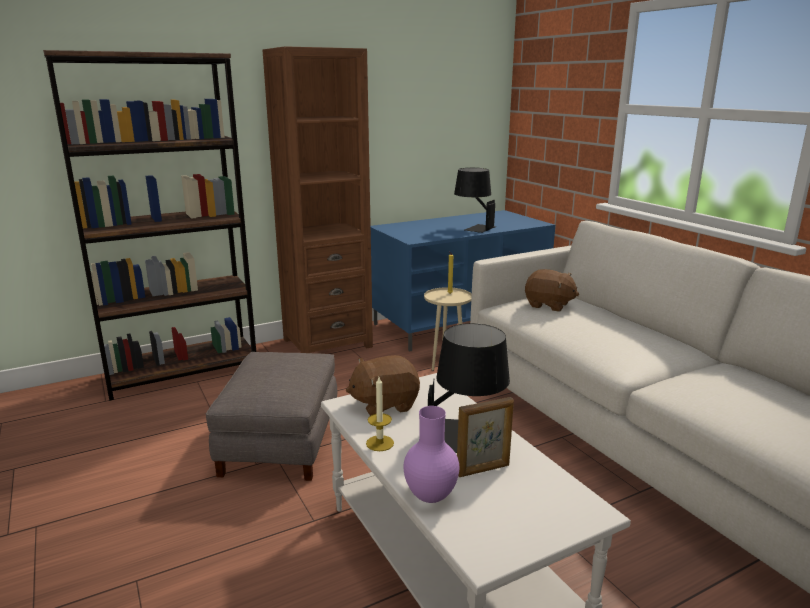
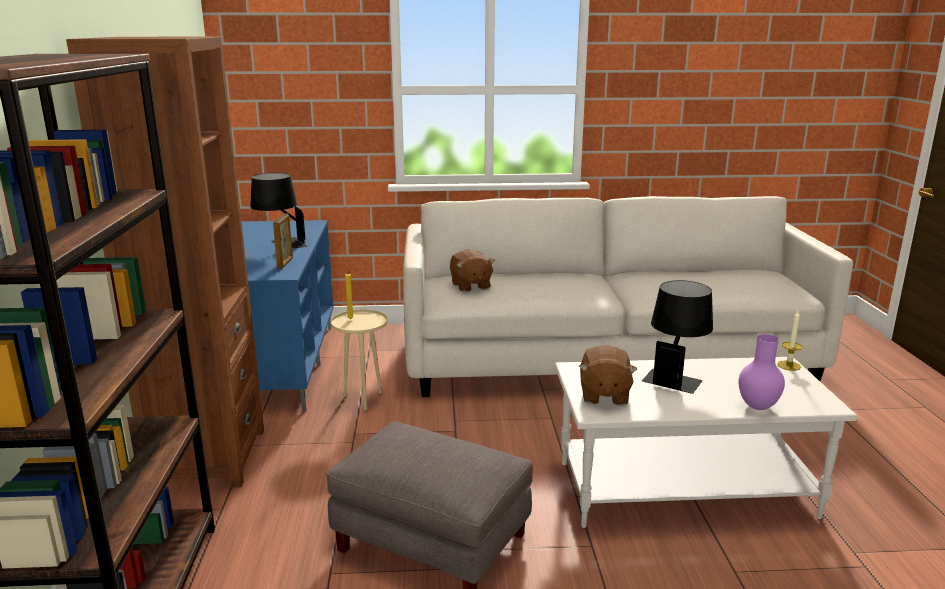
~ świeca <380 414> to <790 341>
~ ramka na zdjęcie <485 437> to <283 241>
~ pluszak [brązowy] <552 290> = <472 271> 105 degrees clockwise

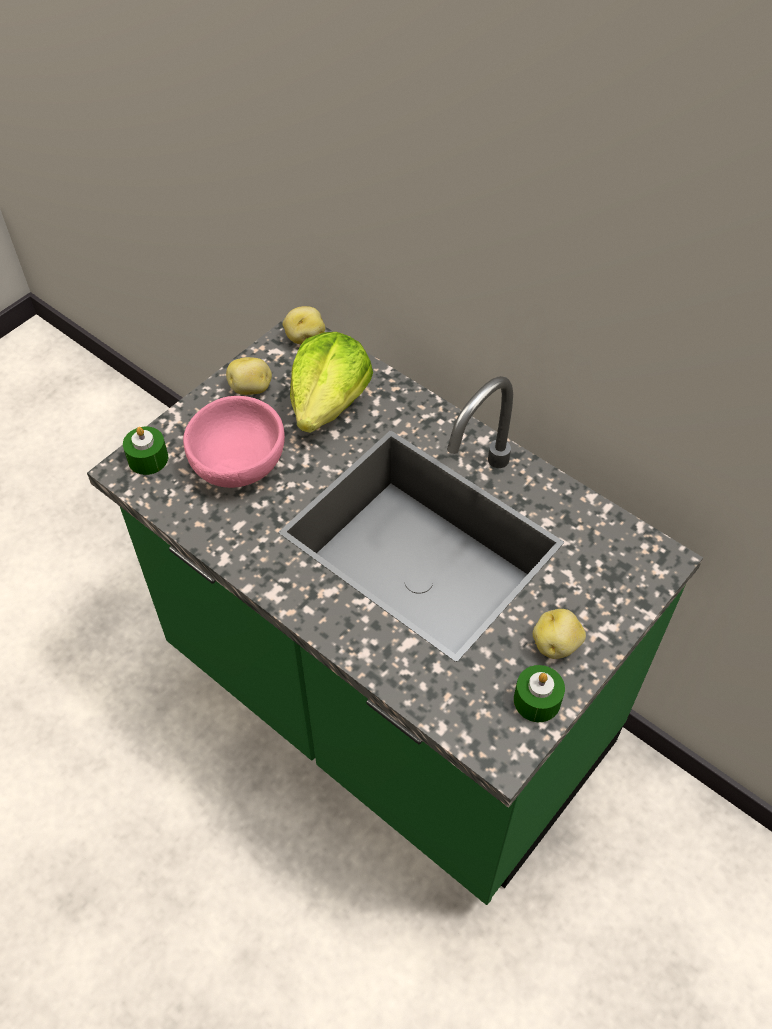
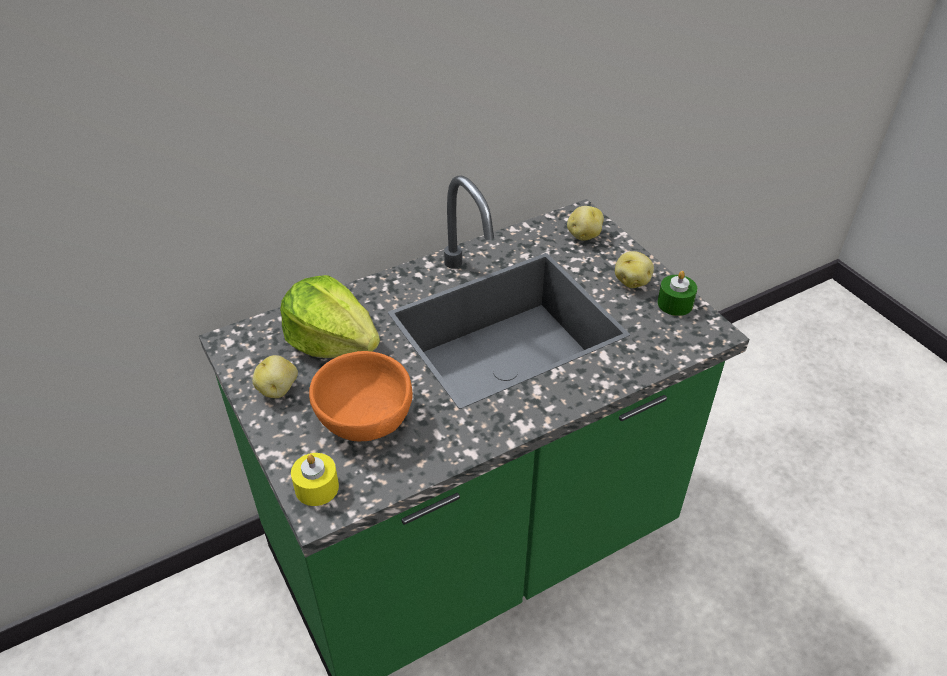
~ świeca [zielony] <145 451> to świeca [żółty] <315 479>
~ miska [różowy] <234 442> to miska [pomarańczowy] <361 396>
~ ziemniak <304 325> to <585 223>

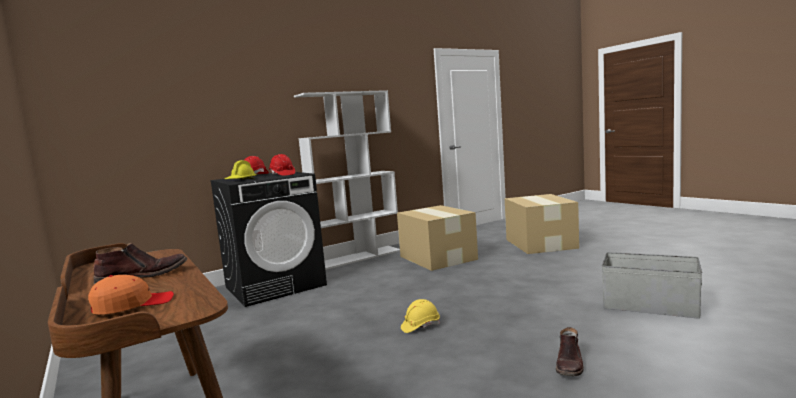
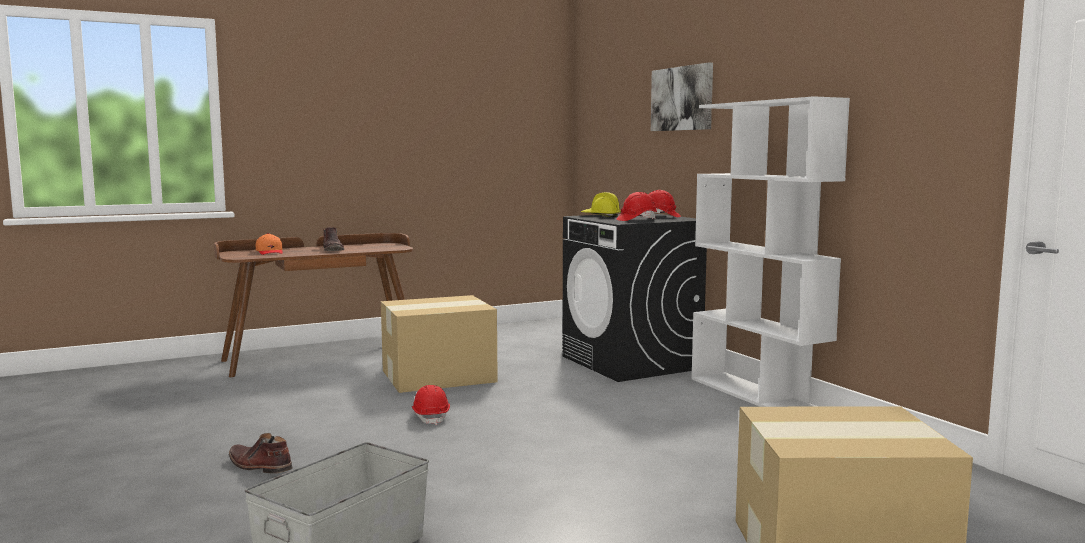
~ karton <437 238> to <439 344>
~ kask [żółty] <420 316> to kask [czerwony] <431 405>
+ obraz <682 96>

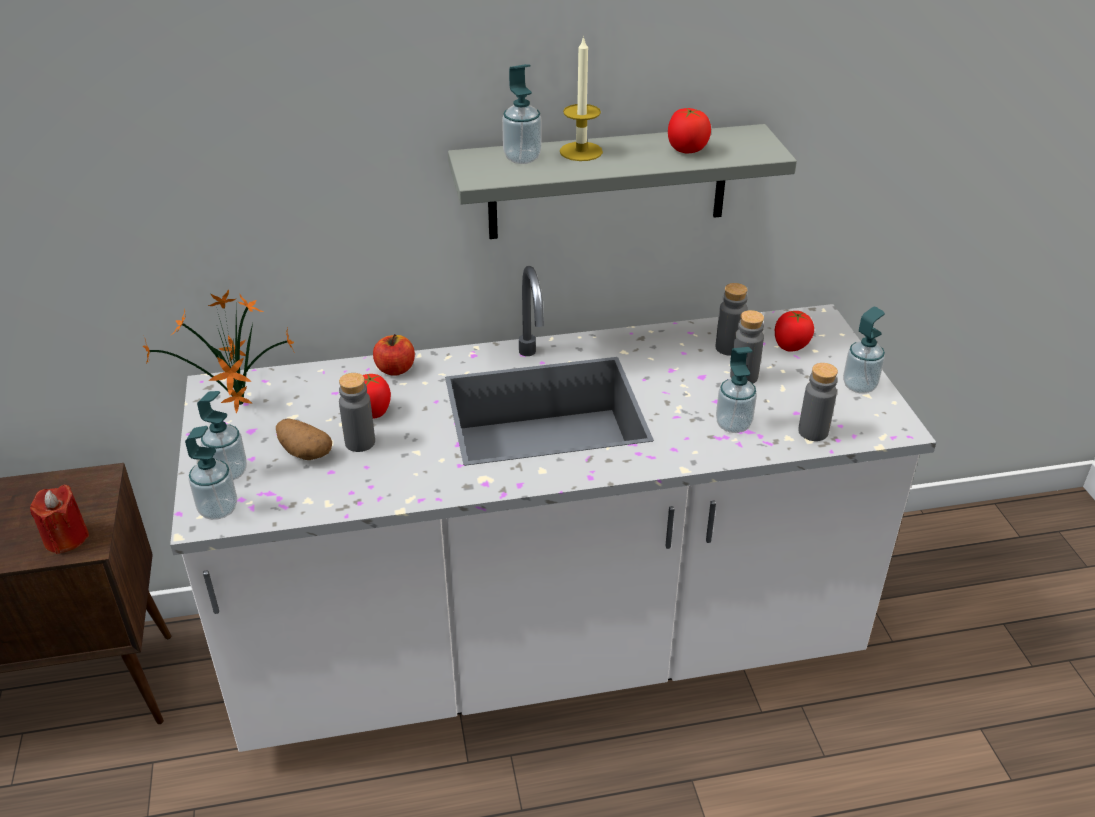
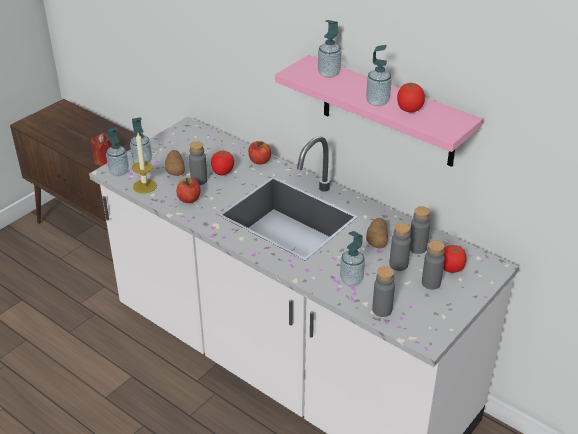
- roślina doniczkowa <220 352>
~ półka [szary] <622 181> to półka [różowy] <379 111>
~ świeca <581 98> to <144 163>
~ dozownik mydła <864 350> to <379 75>
+ jabłko <188 190>
+ ziemniak <377 233>
+ butelka [szary] <433 265>

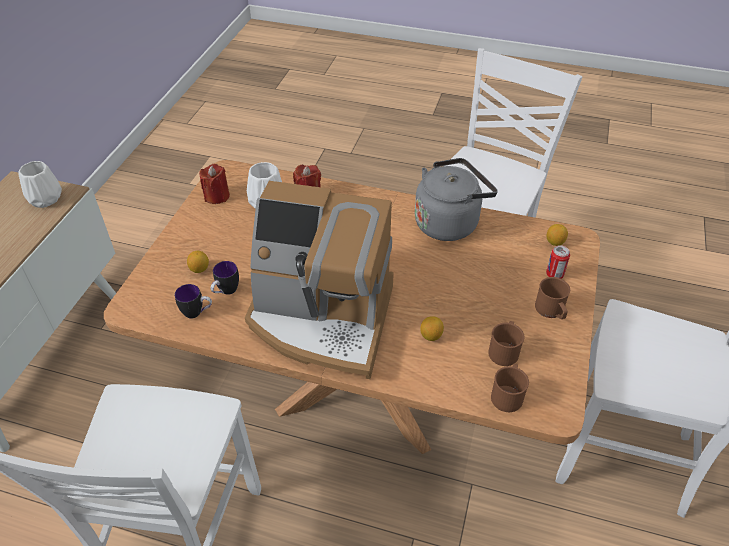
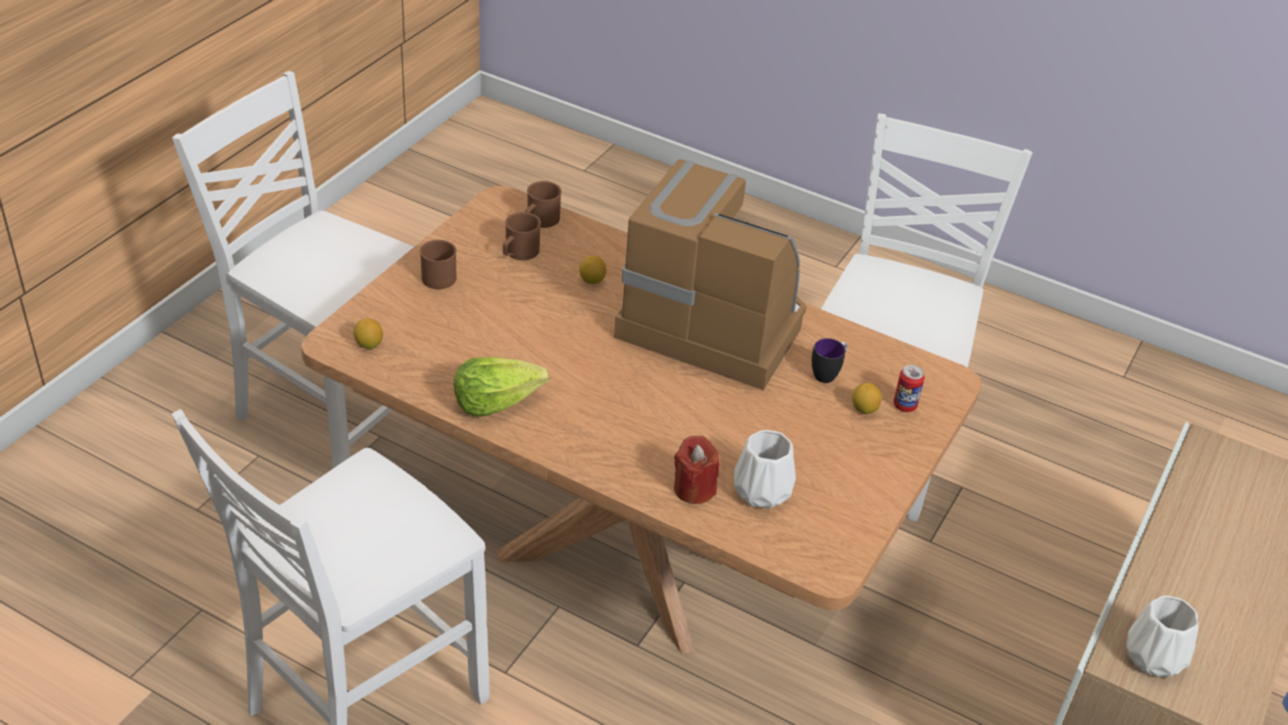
- kubek <193 301>
- świeca [czerwony] <214 184>
~ czajnik [szary] <456 199> to sałata <501 387>
~ puszka <558 262> to <909 388>

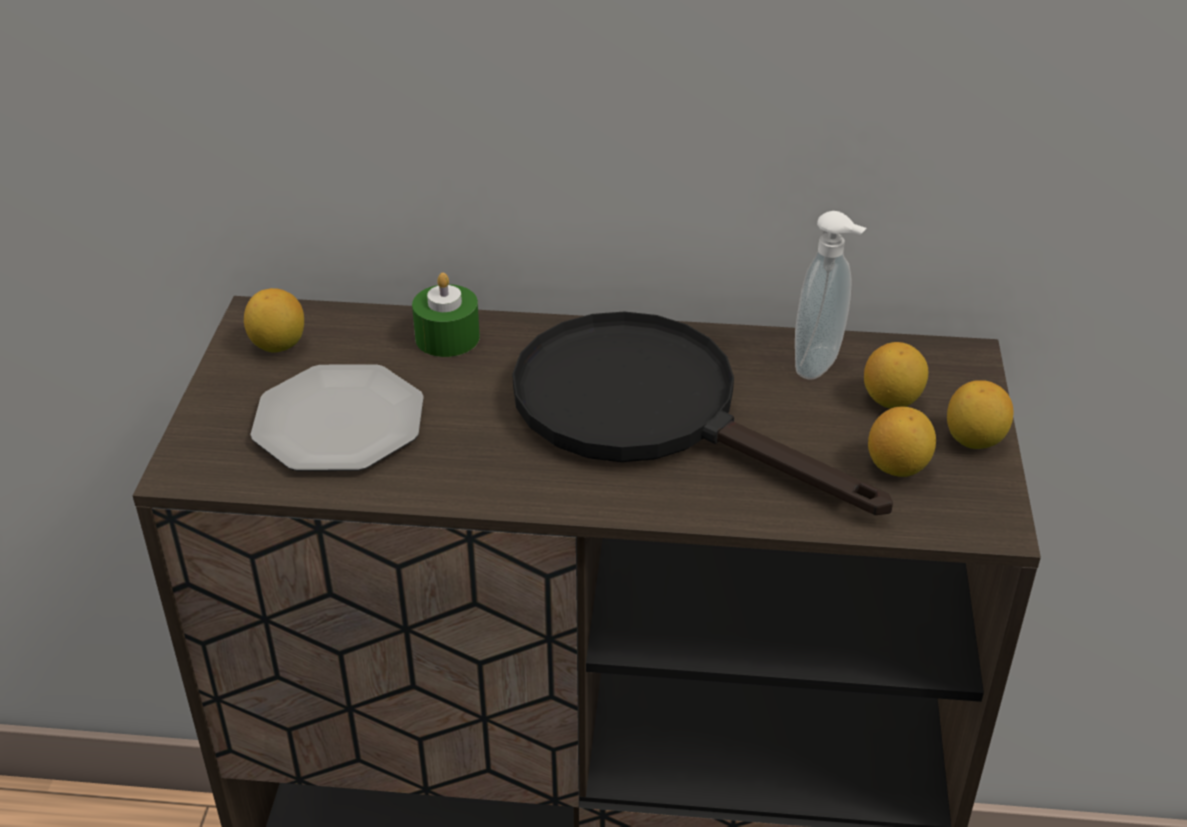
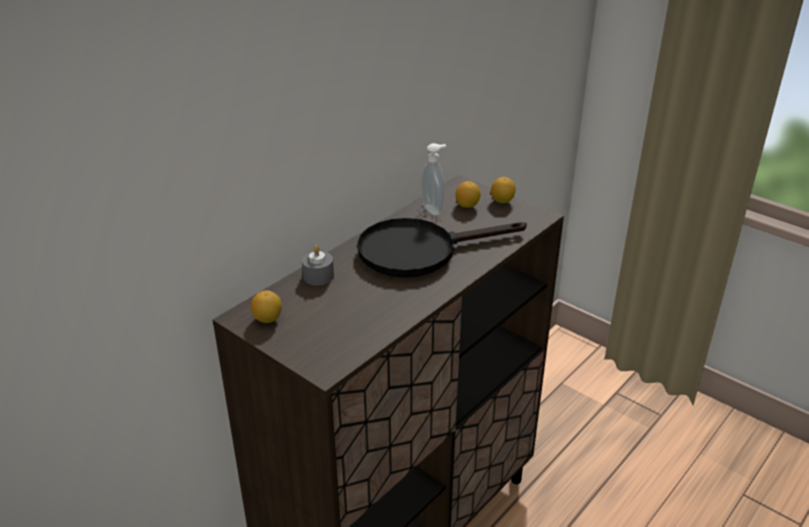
- talerz <337 417>
~ świeca [zielony] <446 315> to świeca [szary] <318 265>
- cytryna <902 441>

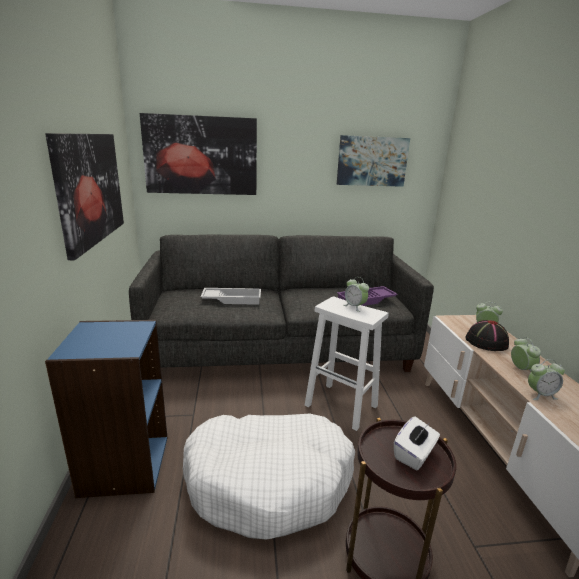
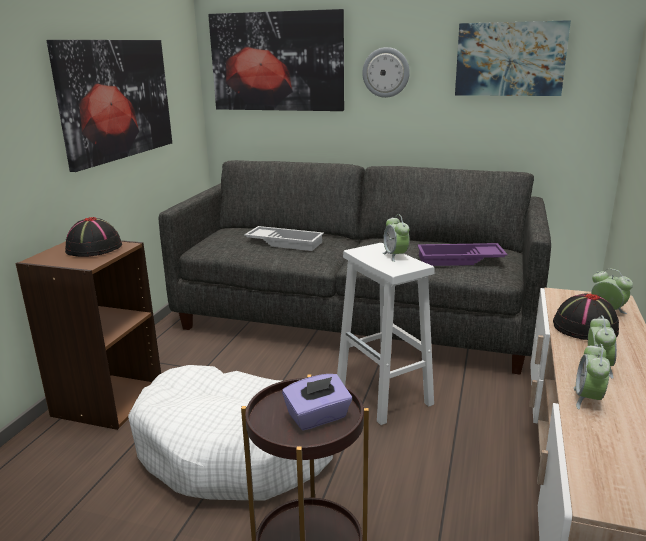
~ regał [niebieski] <106 409> to regał [brązowy] <88 335>
~ pudełko chusteczek [biały] <417 443> to pudełko chusteczek [fioletowy] <317 402>
~ budzik <546 379> = <592 376> 90 degrees clockwise
+ kapelusz [czarny] <93 237>
+ zegar ścienny <386 72>

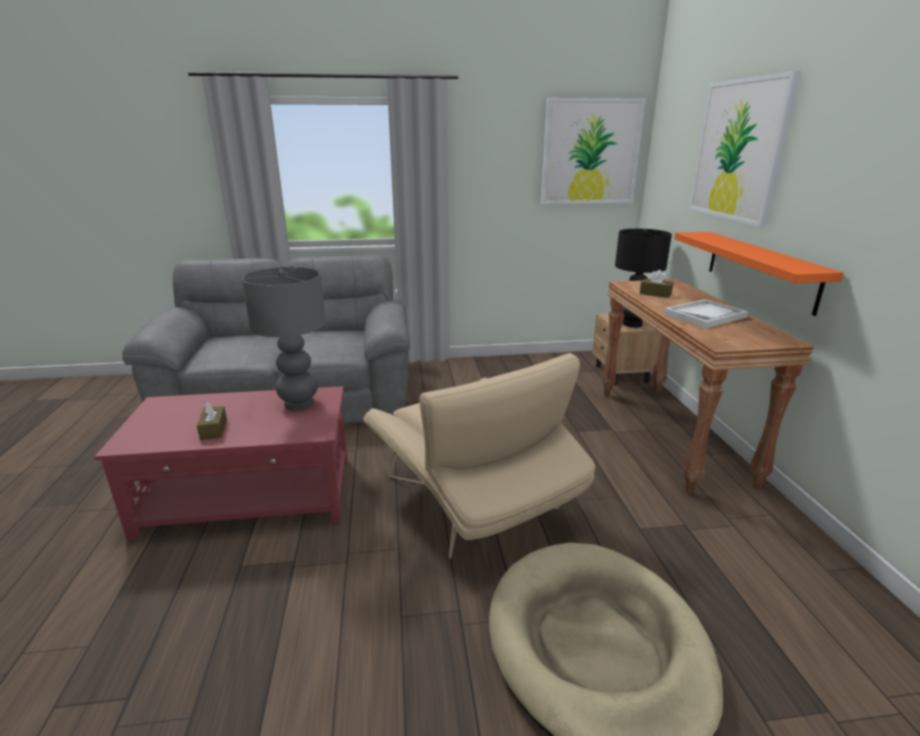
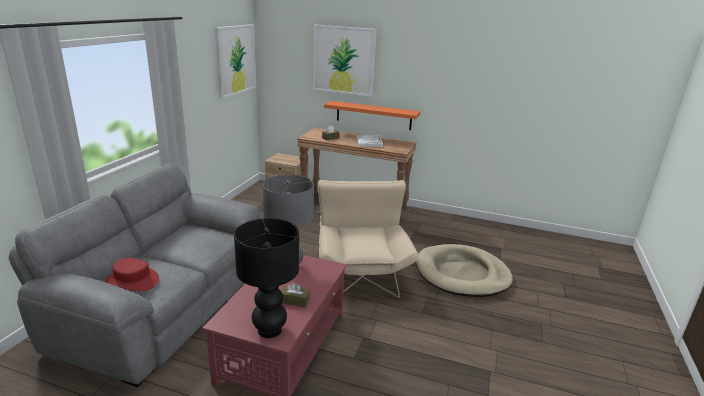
~ fotel [beżowy] <479 456> = <368 239> 90 degrees counterclockwise
~ lampa stołowa [czarny] <643 278> to <266 278>
+ kapelusz [czerwony] <132 274>

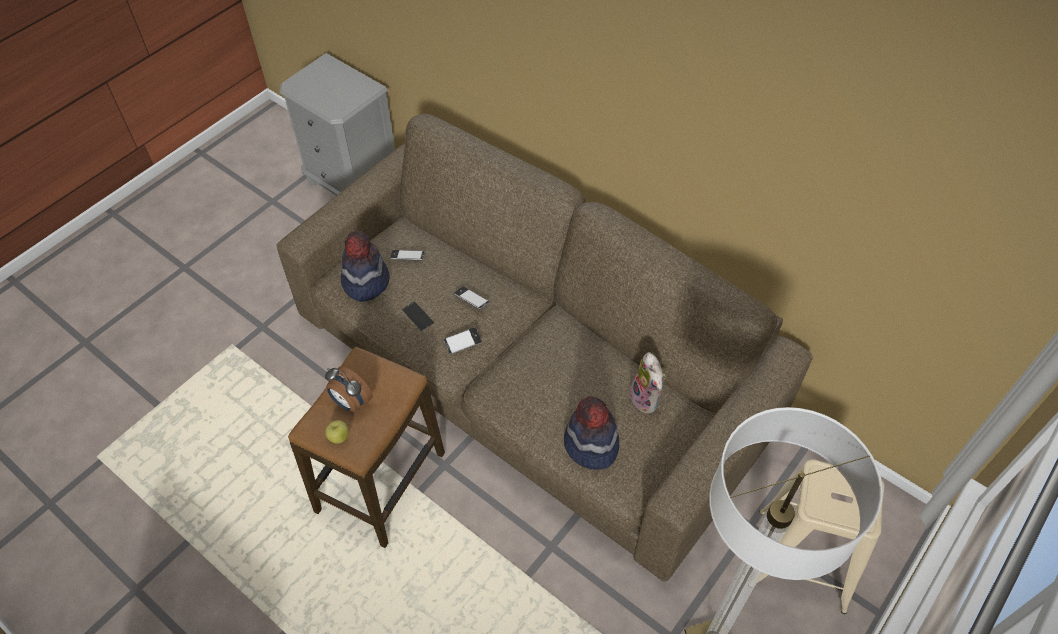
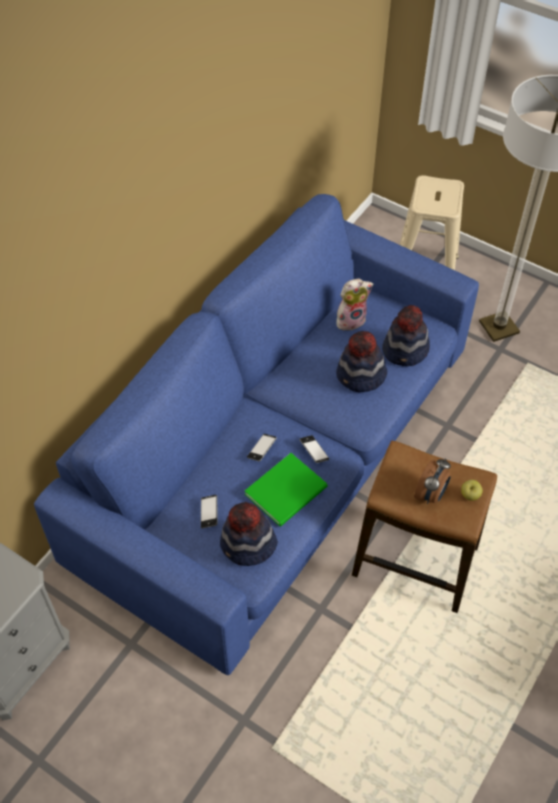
~ kanapa [brązowy] <545 348> to kanapa [niebieski] <256 434>
~ telefon <418 316> to książka [zielony] <286 489>
+ kapelusz <361 361>

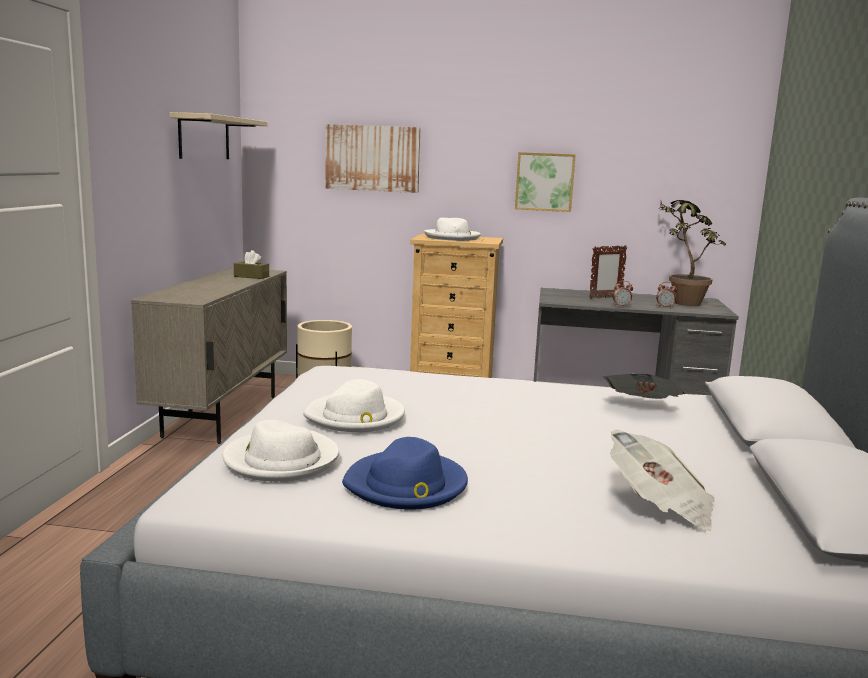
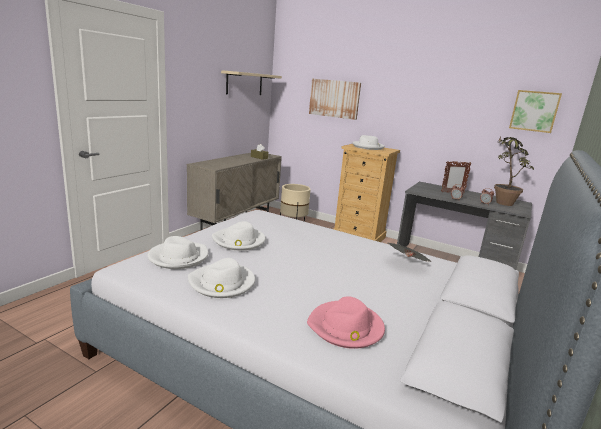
~ kapelusz [niebieski] <405 473> to kapelusz [biały] <221 278>
~ obraz <545 182> to <535 111>
~ gazeta <662 480> to kapelusz [różowy] <346 323>

